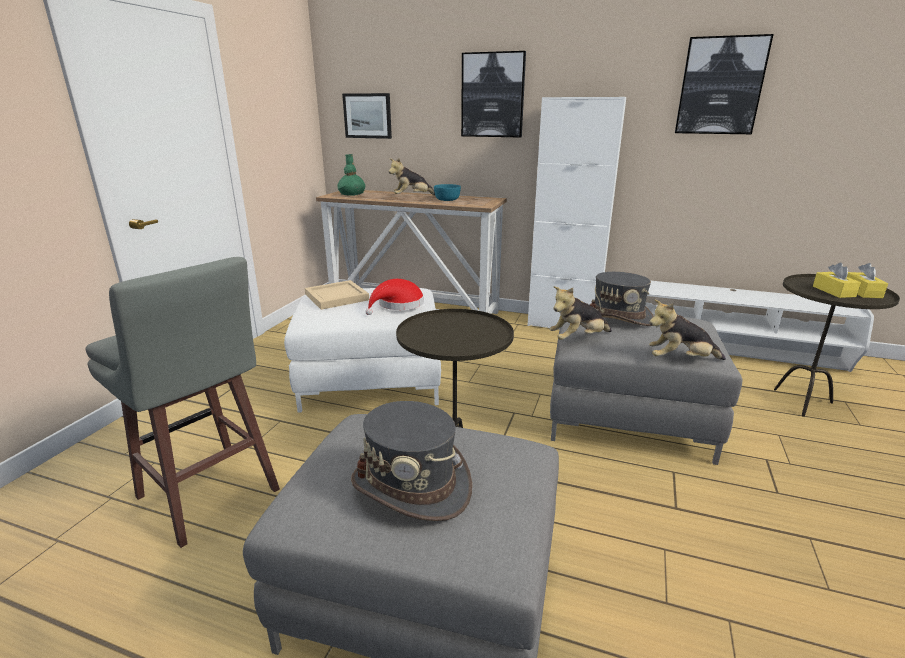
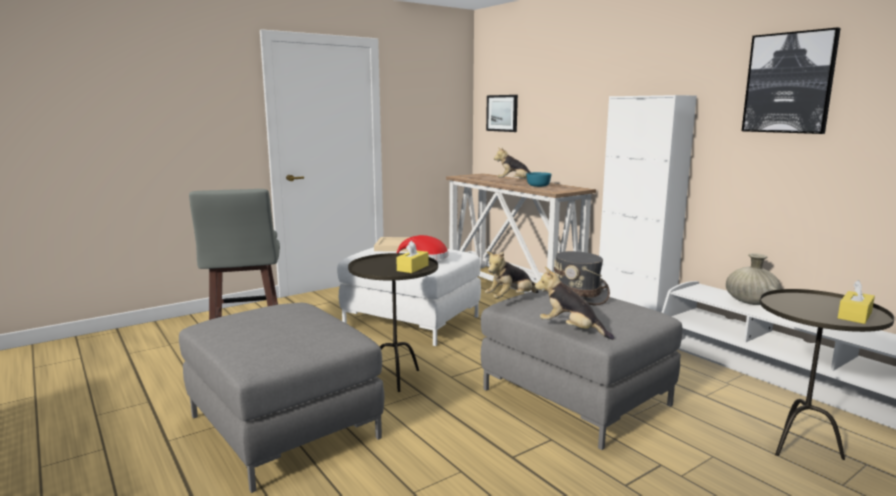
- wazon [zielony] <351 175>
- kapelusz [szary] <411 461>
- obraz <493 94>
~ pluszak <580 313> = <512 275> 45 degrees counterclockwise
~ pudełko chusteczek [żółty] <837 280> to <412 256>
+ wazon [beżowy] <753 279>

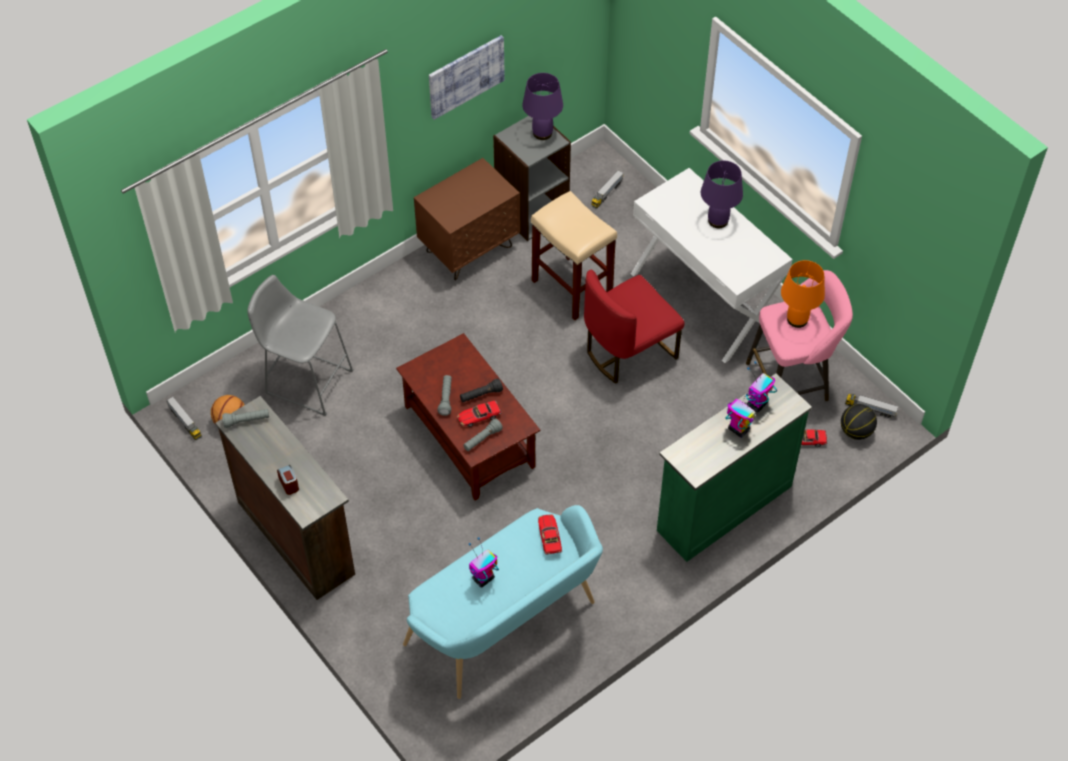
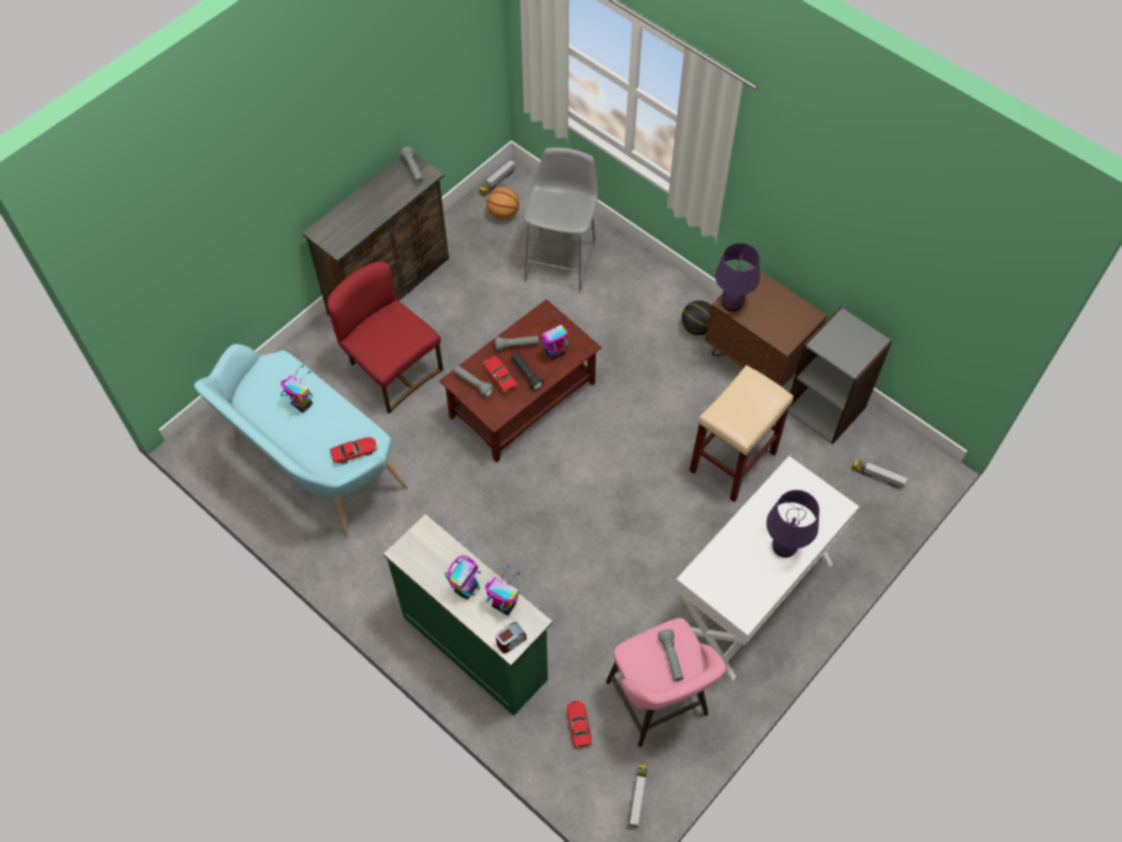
~ budzik <288 480> to <511 637>
- obraz <467 77>
~ lampa stołowa [fioletowy] <542 106> to <737 277>
~ krzesło [czerwony] <634 327> to <385 338>
~ lampa stołowa [pomarańczowy] <803 294> to latarka [szary] <671 655>
~ piłka do koszykówki <859 422> to <696 317>
+ robot zabawkowy <555 336>

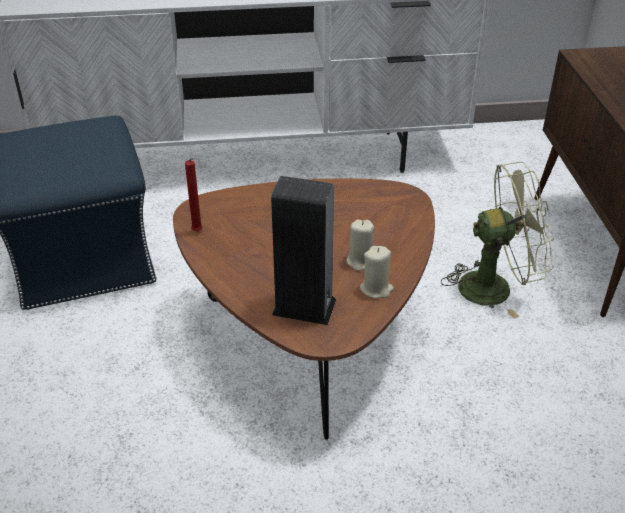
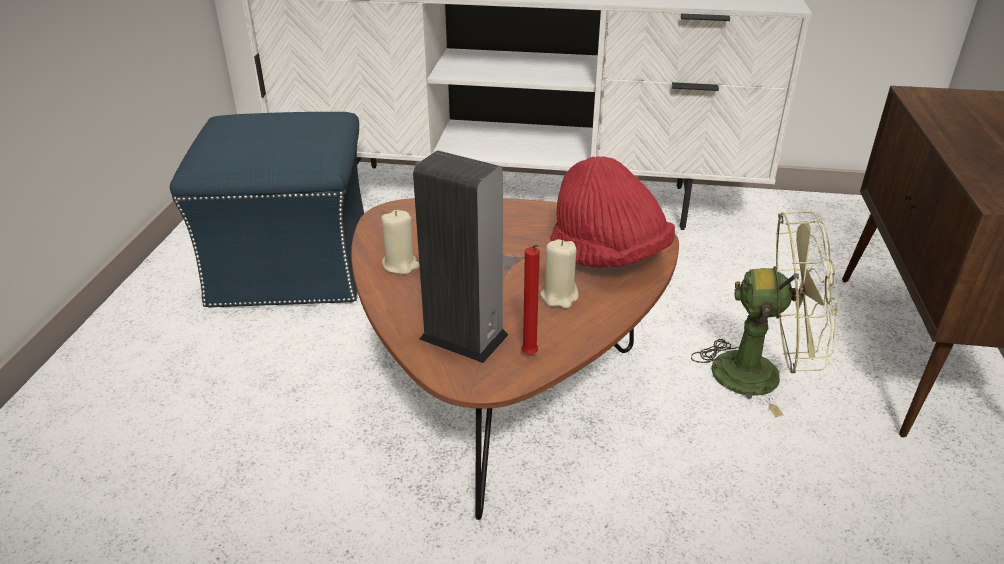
~ świeca [czerwony] <194 195> to <530 299>
~ świeca [beżowy] <376 272> to <400 242>
+ kapelusz [czerwony] <612 212>

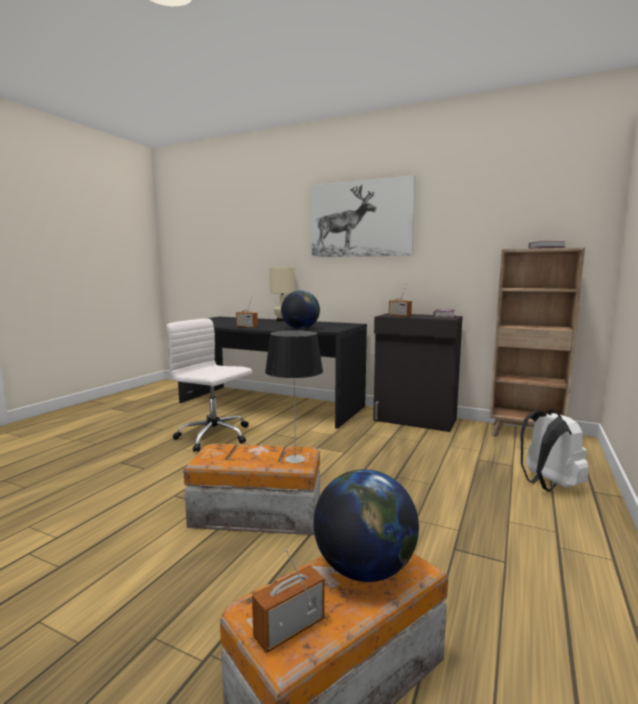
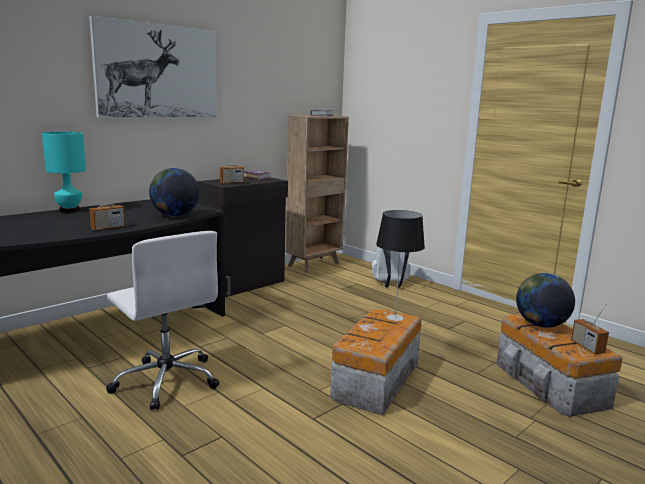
~ krzesło biurowe [biały] <209 385> = <162 320> 90 degrees counterclockwise
~ lampa stołowa [beżowy] <282 294> to lampa stołowa [turkusowy] <64 172>

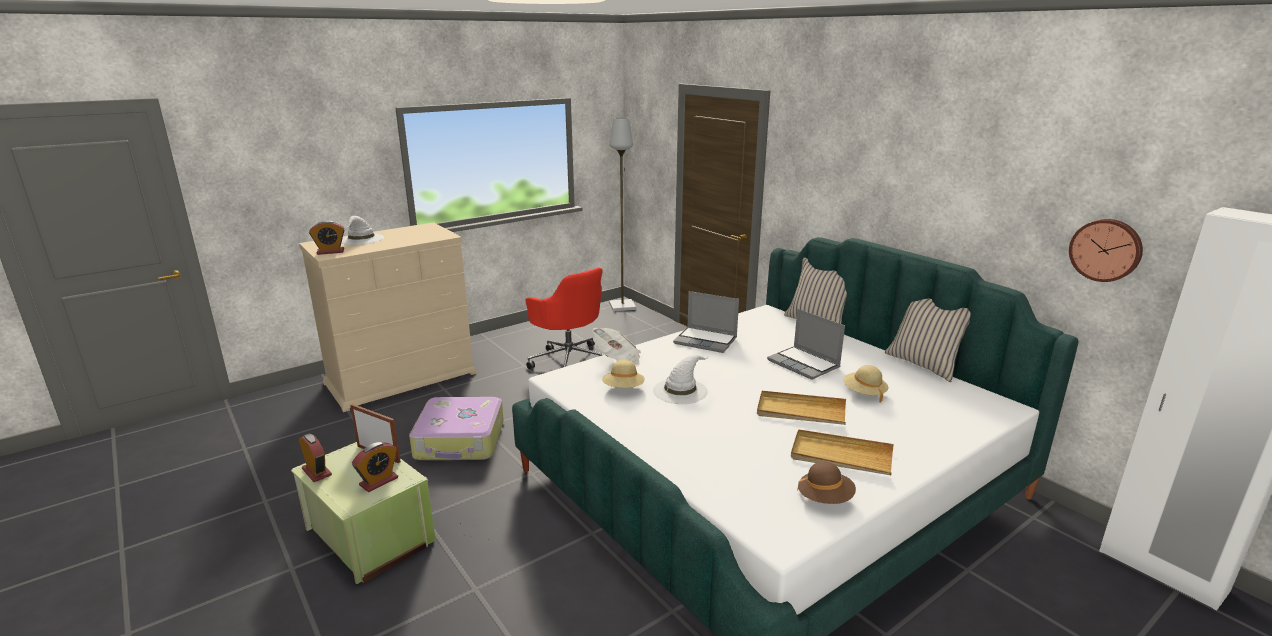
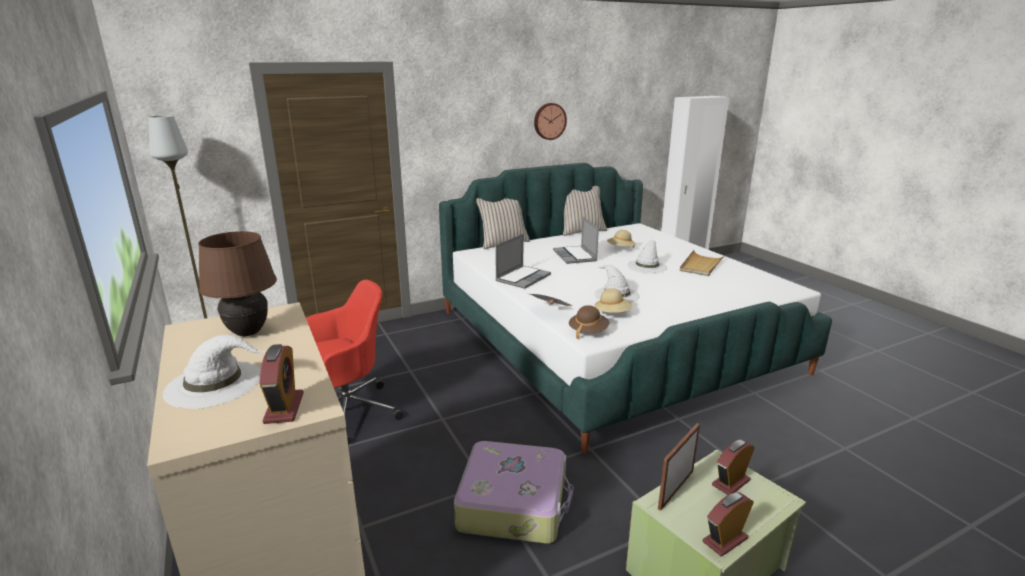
~ budzik <375 467> = <733 467> 90 degrees counterclockwise
~ taca [beżowy] <801 408> to kapelusz [biały] <647 257>
~ laptop <806 344> = <576 240> 105 degrees clockwise
~ kapelusz [brązowy] <826 483> to <589 322>
~ zegar ścienny <1106 250> to <550 121>
+ lampa stołowa [brązowy] <237 283>

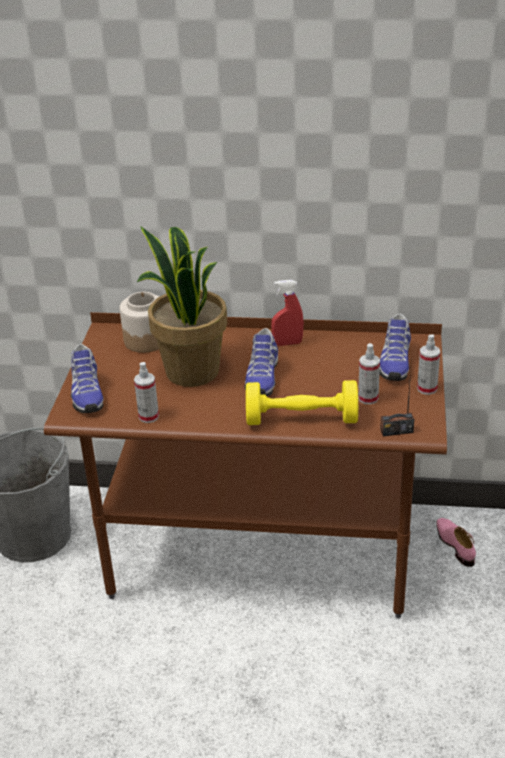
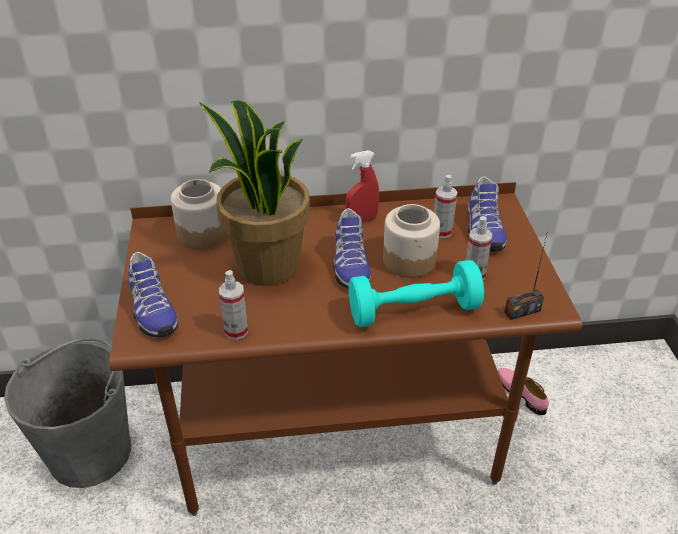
~ hantel [żółty] <302 402> to hantel [turkusowy] <416 293>
~ spryskiwacz <428 364> to <446 206>
+ słoik <411 241>

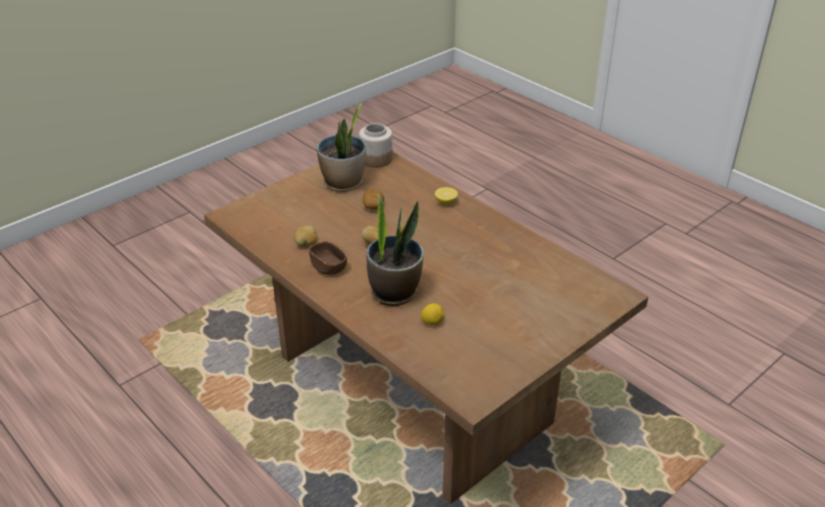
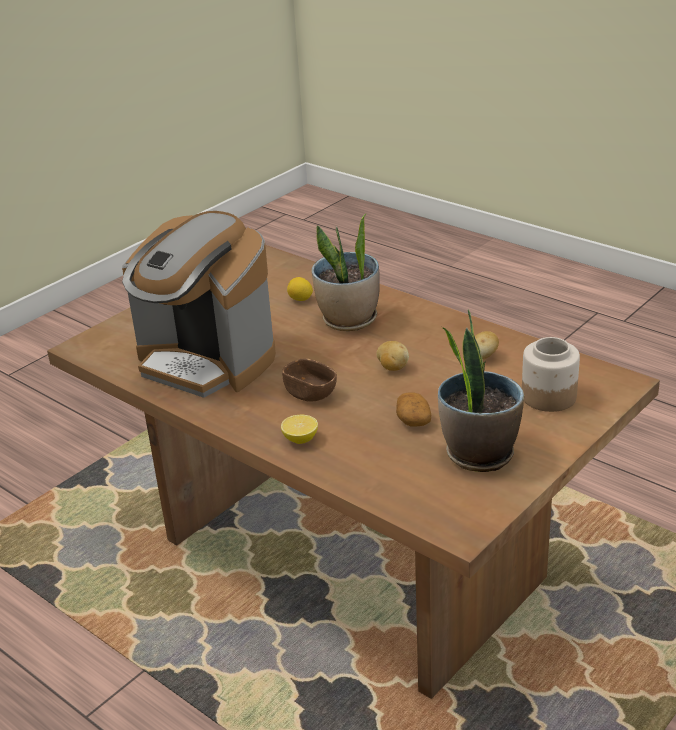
~ miska [brązowy] <328 258> to <309 380>
~ słoik <376 145> to <551 374>
+ ekspres do kawy <199 304>

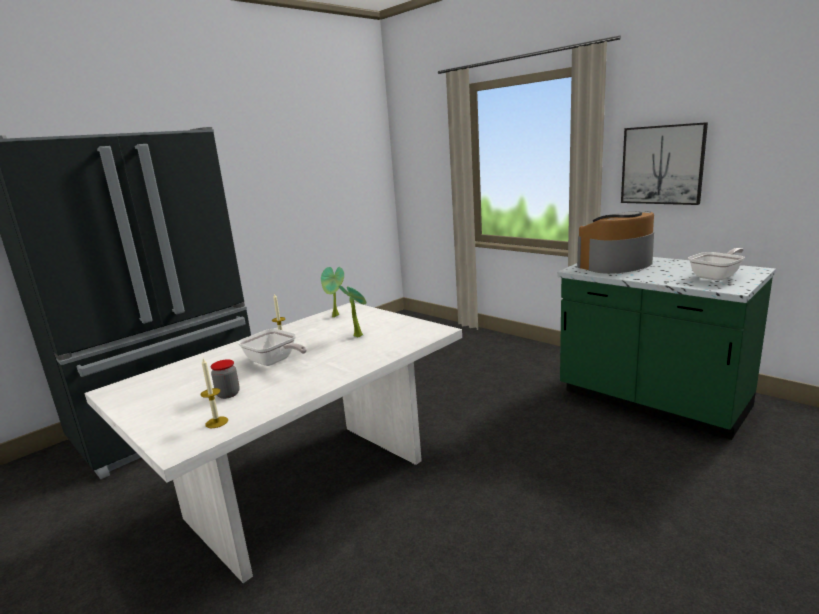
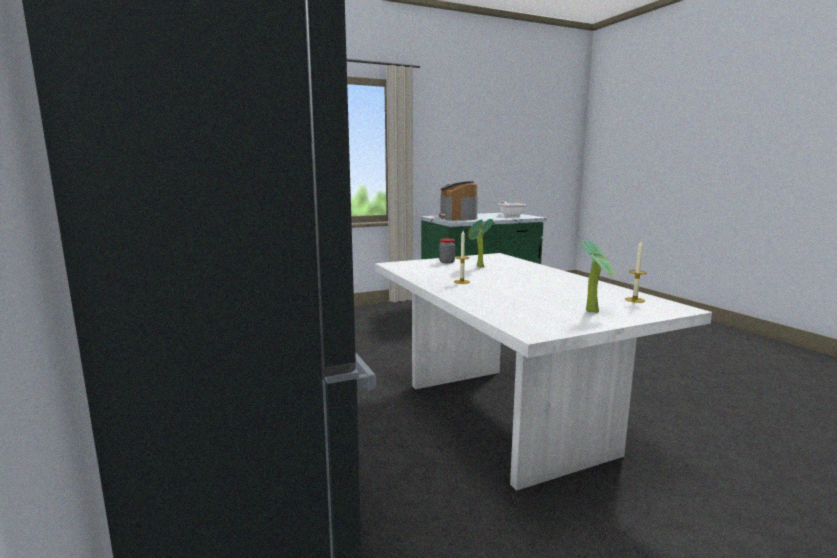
~ słoik <225 379> to <447 251>
- patelnia <272 347>
~ roślina doniczkowa <332 292> to <598 276>
- obraz <664 163>

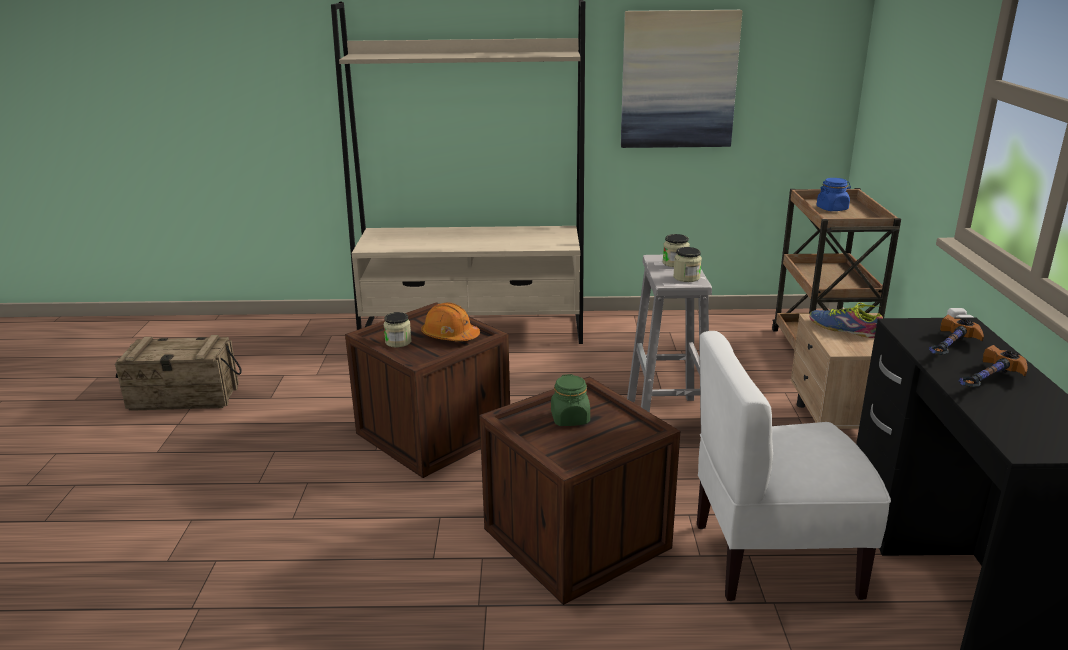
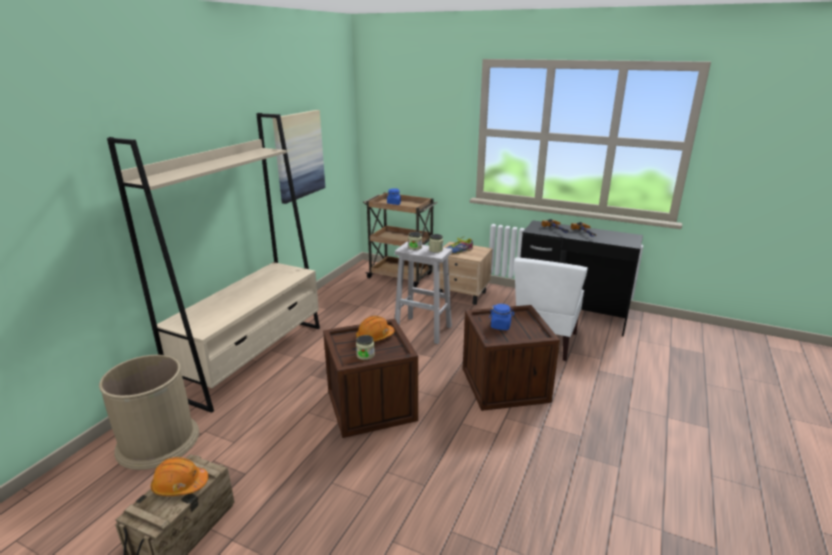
~ słoik [zielony] <570 400> to słoik [niebieski] <502 317>
+ kosz na śmieci [brązowy] <149 412>
+ kask [pomarańczowy] <179 476>

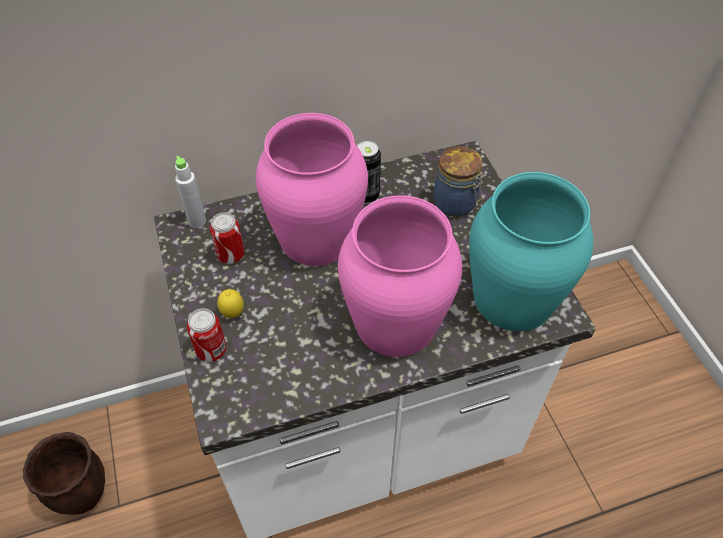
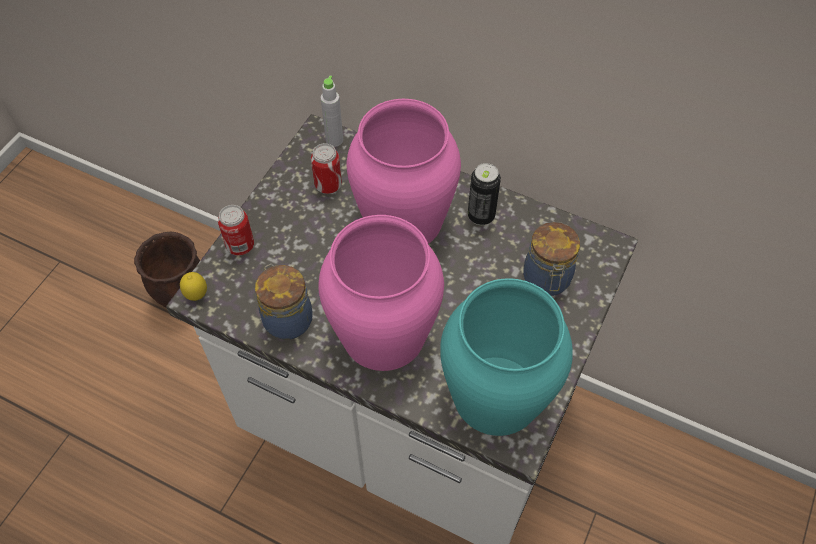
~ cytryna <230 303> to <193 286>
+ słoik <284 302>

